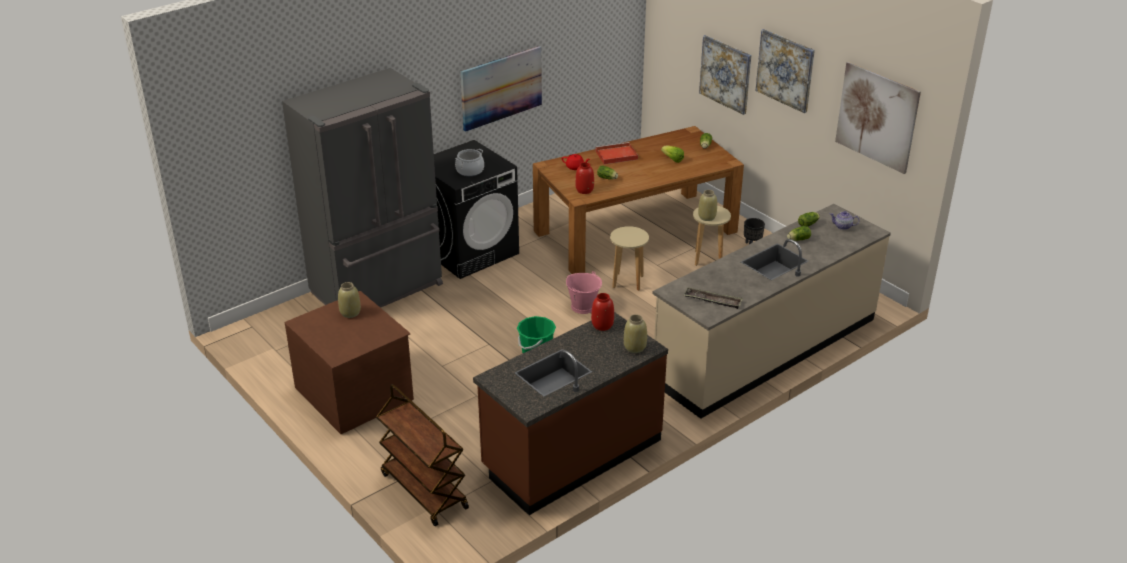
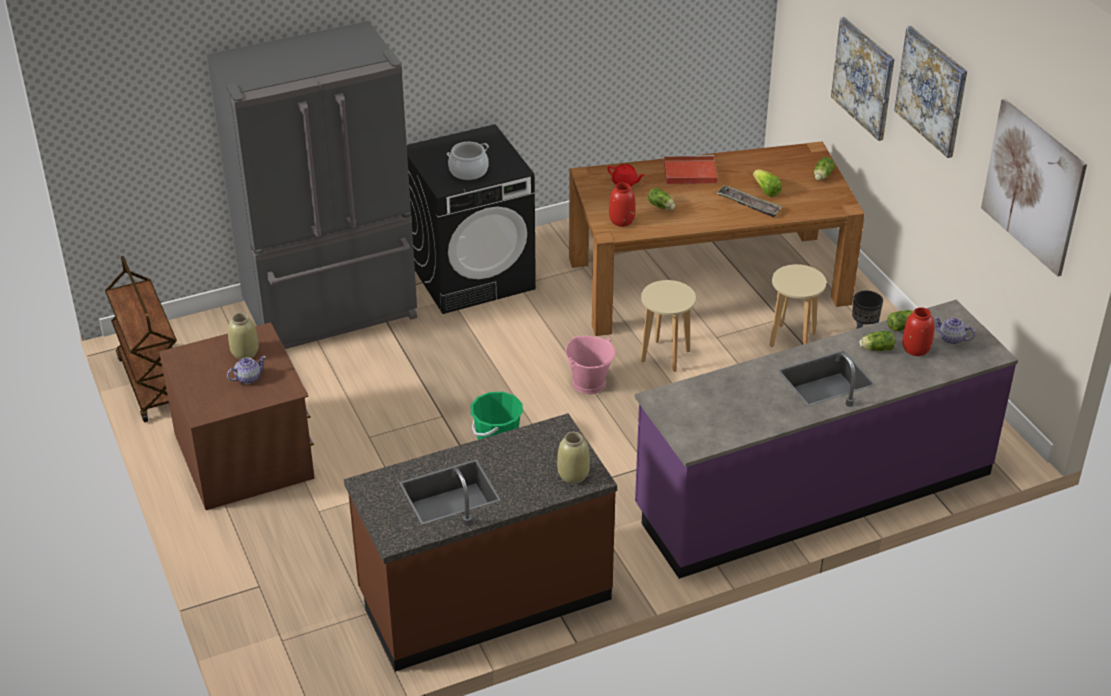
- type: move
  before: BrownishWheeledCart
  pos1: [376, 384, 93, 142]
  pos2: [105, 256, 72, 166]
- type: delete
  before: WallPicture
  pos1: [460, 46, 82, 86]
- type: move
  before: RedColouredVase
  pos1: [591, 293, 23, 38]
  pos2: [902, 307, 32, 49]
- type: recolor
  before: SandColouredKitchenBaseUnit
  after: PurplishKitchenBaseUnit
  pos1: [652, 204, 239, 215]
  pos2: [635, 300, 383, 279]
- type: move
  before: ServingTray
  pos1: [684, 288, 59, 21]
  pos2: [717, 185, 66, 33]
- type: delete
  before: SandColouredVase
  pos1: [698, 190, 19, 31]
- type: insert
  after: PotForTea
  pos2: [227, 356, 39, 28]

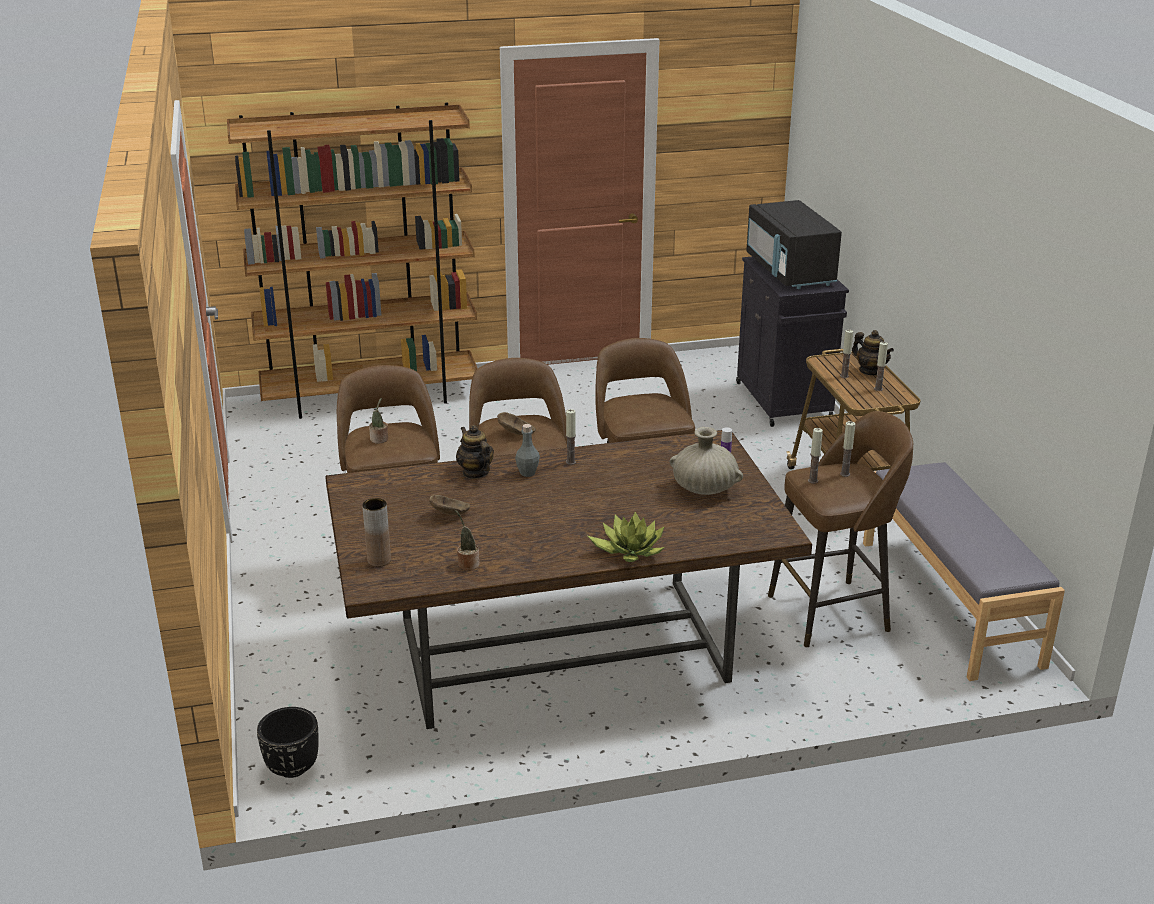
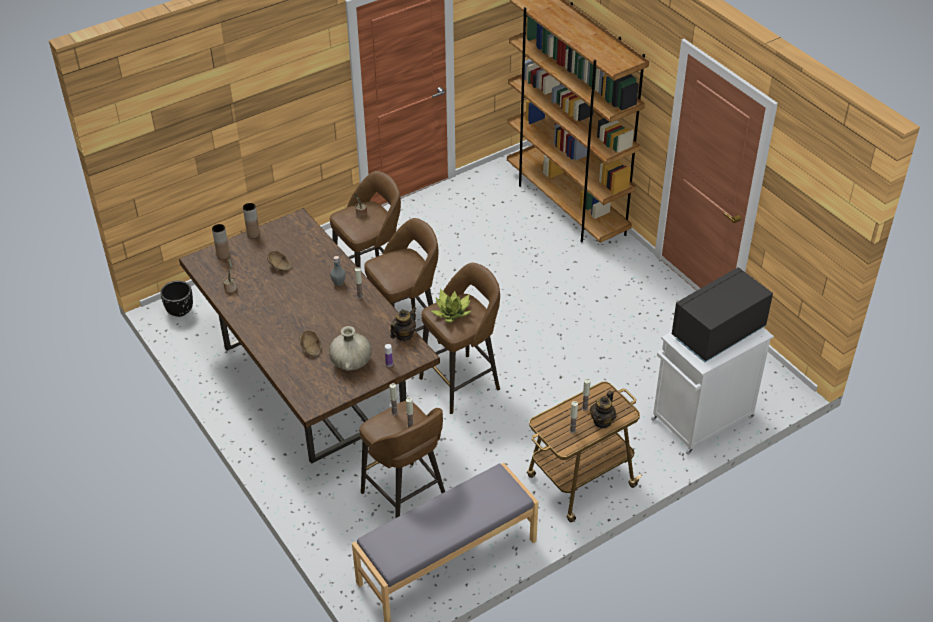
- type: move
  before: PotForTea
  pos1: [456, 425, 38, 54]
  pos2: [390, 307, 27, 34]
- type: move
  before: BrownishDeepDish
  pos1: [497, 412, 39, 23]
  pos2: [300, 330, 21, 26]
- type: move
  before: PlantInAPot
  pos1: [588, 512, 77, 50]
  pos2: [431, 289, 40, 34]
- type: recolor
  before: BlackStorageCabinet
  after: WhitishStorageCabinet
  pos1: [736, 257, 113, 170]
  pos2: [651, 327, 123, 128]
- type: insert
  after: BrownishVase
  pos2: [243, 203, 17, 35]

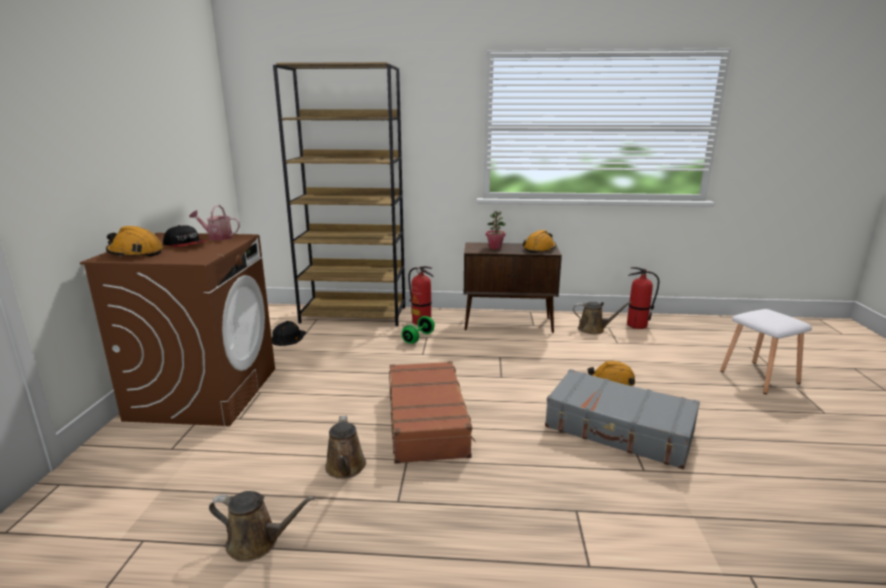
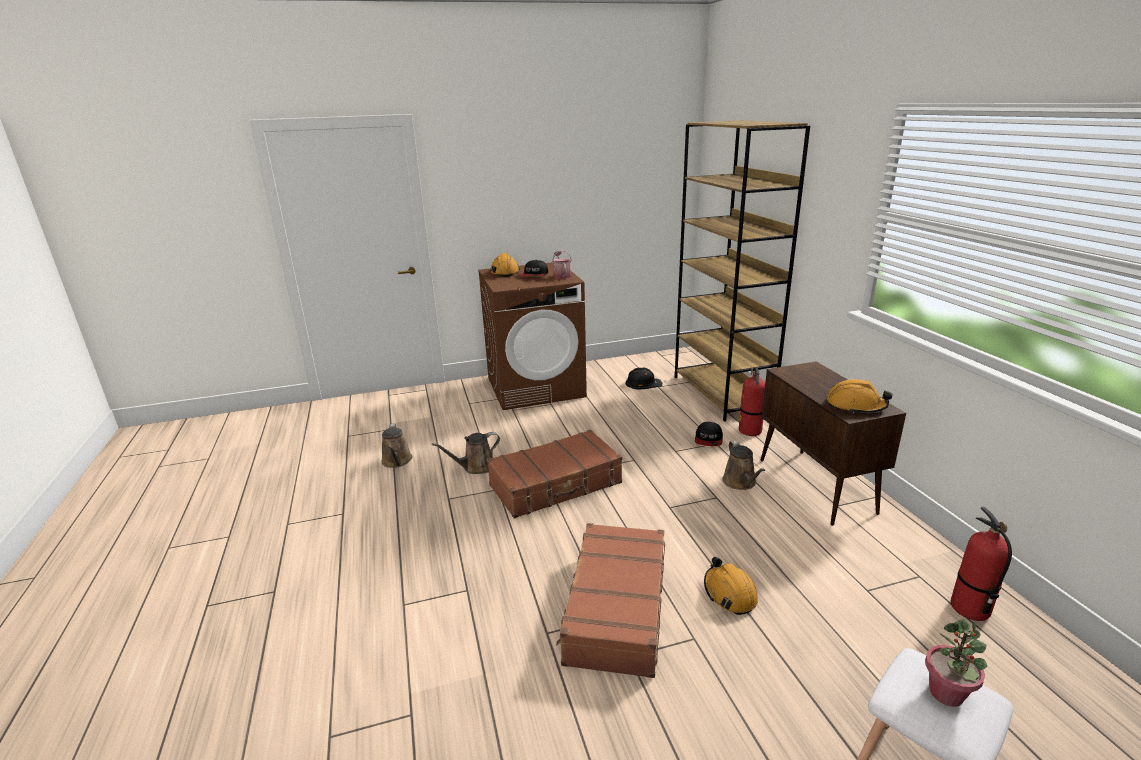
- type: replace
  before: GreenFreeWeight
  after: Cap
  pos1: [401, 316, 34, 28]
  pos2: [695, 422, 28, 24]
- type: move
  before: PlantInAPot
  pos1: [486, 211, 20, 38]
  pos2: [925, 619, 62, 88]
- type: recolor
  before: GreyTravelCase
  after: BrownishTravelCase
  pos1: [545, 369, 155, 101]
  pos2: [556, 523, 109, 155]
- type: move
  before: BrownishWateringCan
  pos1: [573, 301, 59, 33]
  pos2: [722, 441, 43, 49]

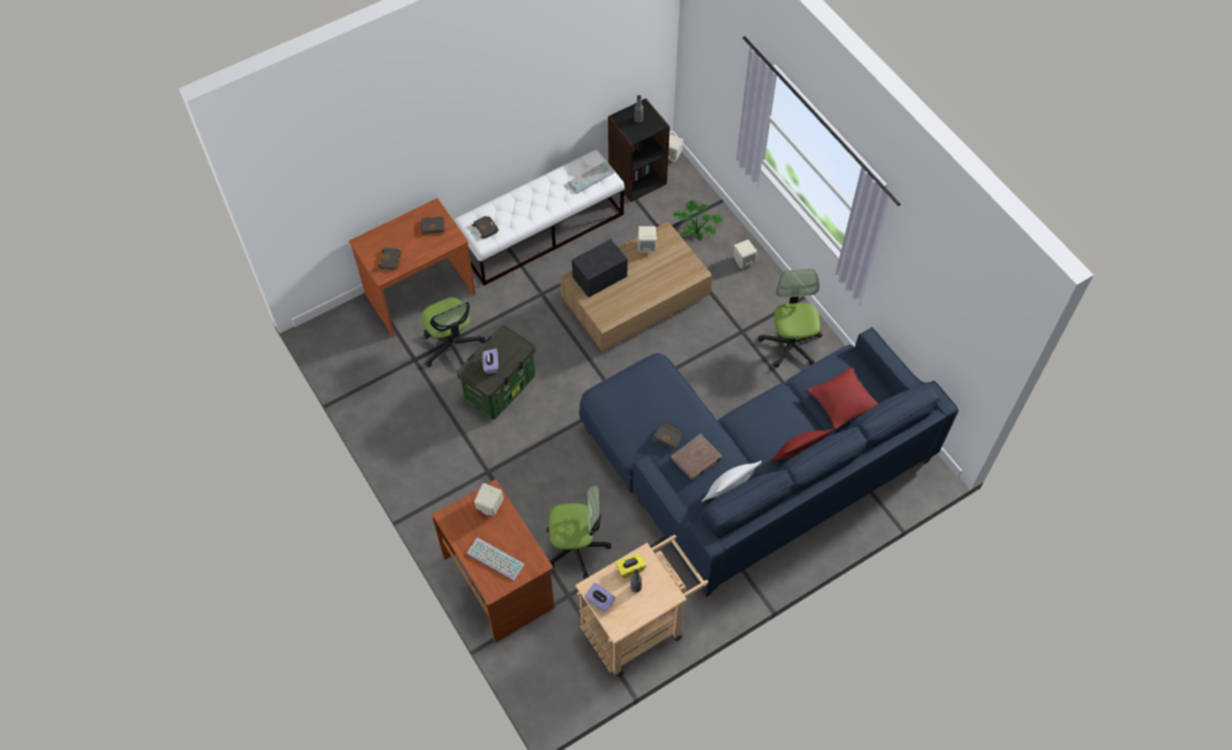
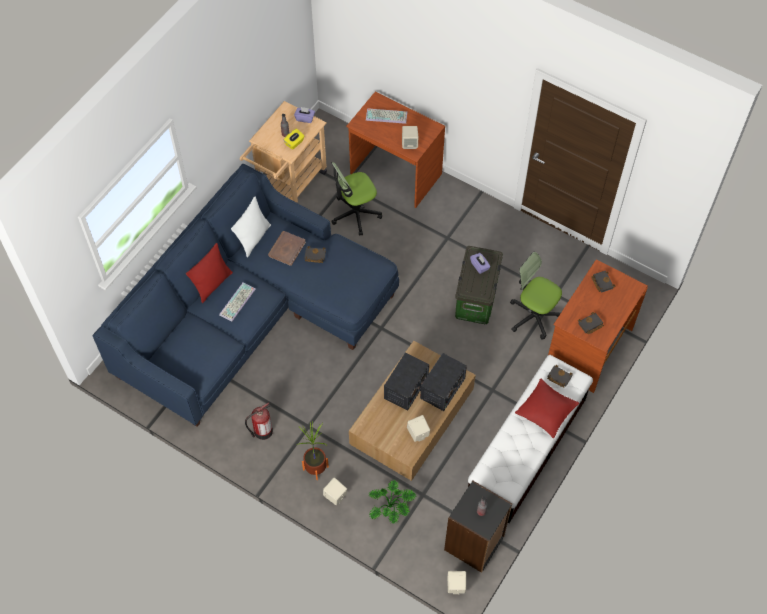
- type: move
  before: Keyboard
  pos1: [567, 162, 48, 32]
  pos2: [219, 282, 37, 40]
- type: replace
  before: ComputerChair
  after: FireFightingCylinder
  pos1: [758, 269, 64, 99]
  pos2: [245, 403, 28, 37]
- type: move
  before: RedColouredThrowPillow
  pos1: [806, 367, 73, 63]
  pos2: [515, 379, 64, 59]
- type: insert
  after: PlantInAPot
  pos2: [297, 422, 32, 58]
- type: insert
  after: RadioSet
  pos2: [384, 352, 45, 59]

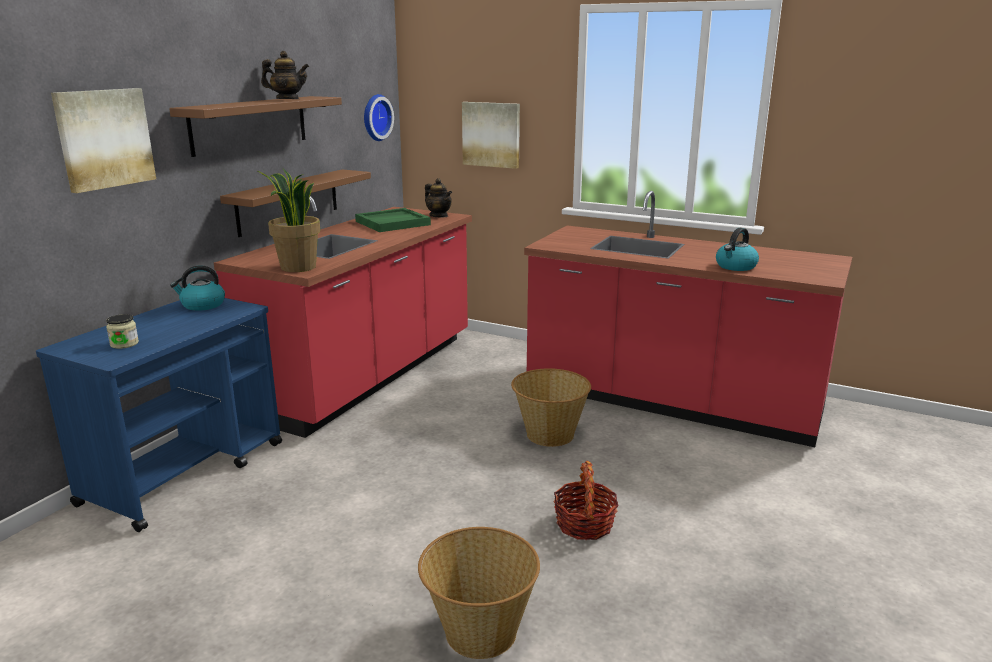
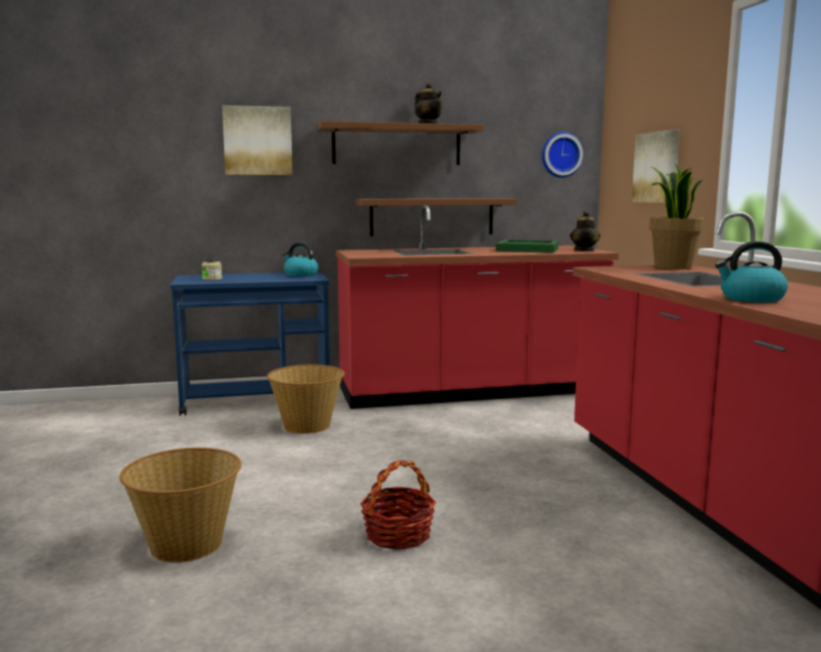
- type: move
  before: PlantInAPot
  pos1: [258, 168, 62, 104]
  pos2: [649, 164, 55, 105]
- type: move
  before: HouseholdBasket
  pos1: [511, 368, 80, 79]
  pos2: [267, 365, 78, 69]

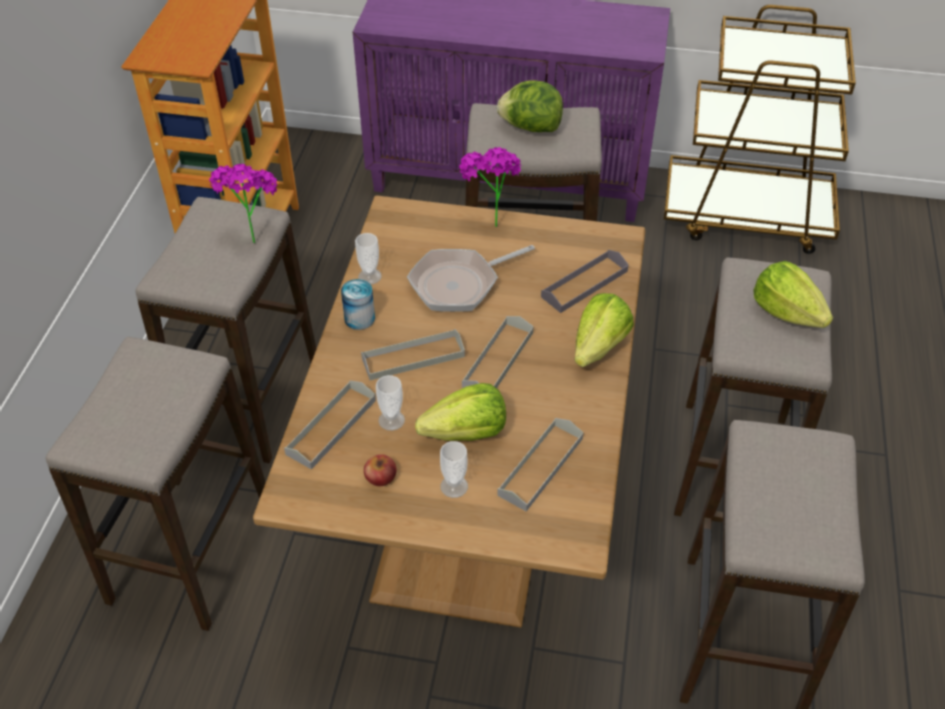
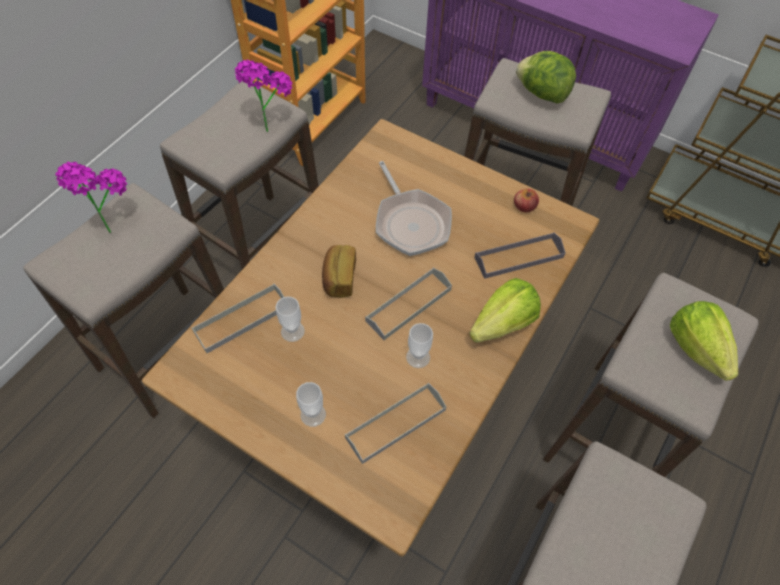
- type: delete
  before: MetalCan
  pos1: [341, 279, 34, 51]
- type: move
  before: Cup
  pos1: [355, 233, 27, 52]
  pos2: [406, 323, 27, 45]
- type: replace
  before: GreyServingTray
  after: Bread
  pos1: [361, 329, 104, 51]
  pos2: [322, 245, 34, 53]
- type: move
  before: Apple
  pos1: [364, 454, 32, 32]
  pos2: [514, 188, 25, 24]
- type: rotate
  before: Pan
  pos1: [407, 245, 128, 67]
  pos2: [376, 161, 76, 95]
  turn: -105
- type: delete
  before: LettuceHead
  pos1: [415, 383, 91, 58]
- type: move
  before: PlantInAPot
  pos1: [459, 147, 62, 80]
  pos2: [56, 161, 71, 72]

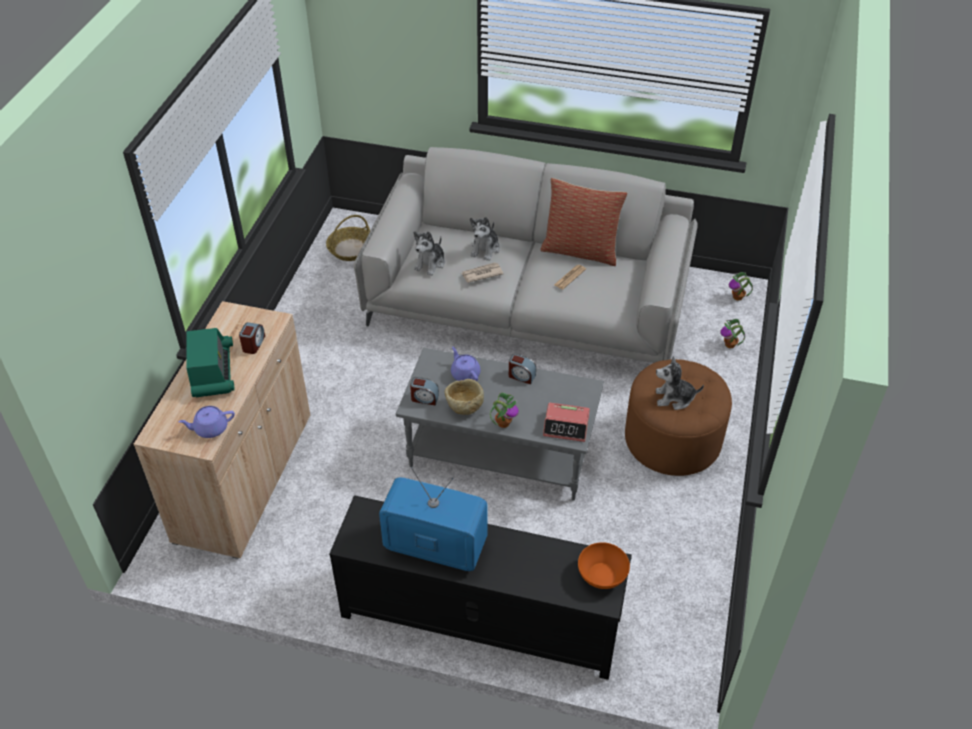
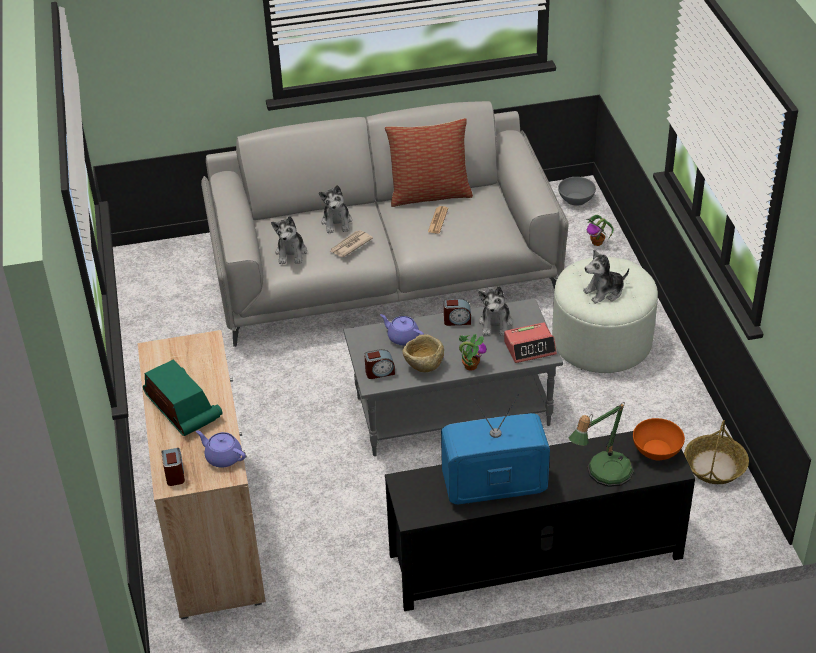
- type: rotate
  before: PurplishPotForTea
  pos1: [178, 406, 57, 32]
  pos2: [196, 430, 50, 38]
  turn: 75
- type: move
  before: AlarmClock
  pos1: [239, 322, 26, 32]
  pos2: [161, 448, 24, 38]
- type: move
  before: HouseholdBasket
  pos1: [326, 215, 44, 46]
  pos2: [684, 420, 65, 64]
- type: recolor
  before: BrownishOttoman
  after: WhitishOttoman
  pos1: [625, 359, 107, 117]
  pos2: [552, 257, 106, 116]
- type: replace
  before: PlantInAPot
  after: GreyDeepDish
  pos1: [729, 272, 24, 28]
  pos2: [558, 177, 38, 29]
- type: insert
  after: PlushToy
  pos2: [478, 286, 35, 50]
- type: insert
  after: TableLamp
  pos2: [569, 402, 65, 85]

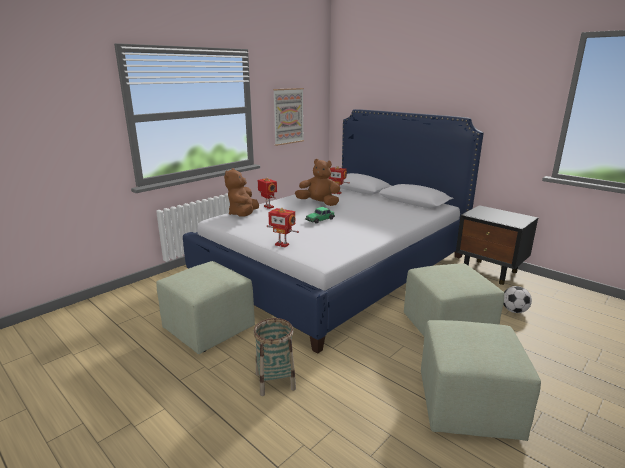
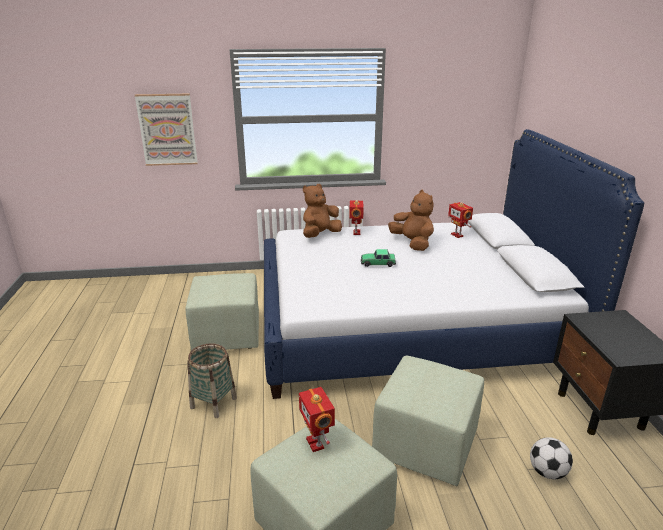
- type: move
  before: RobotFigure
  pos1: [266, 208, 33, 39]
  pos2: [299, 387, 36, 65]
- type: move
  before: WallPicture
  pos1: [273, 88, 31, 58]
  pos2: [135, 93, 63, 73]

